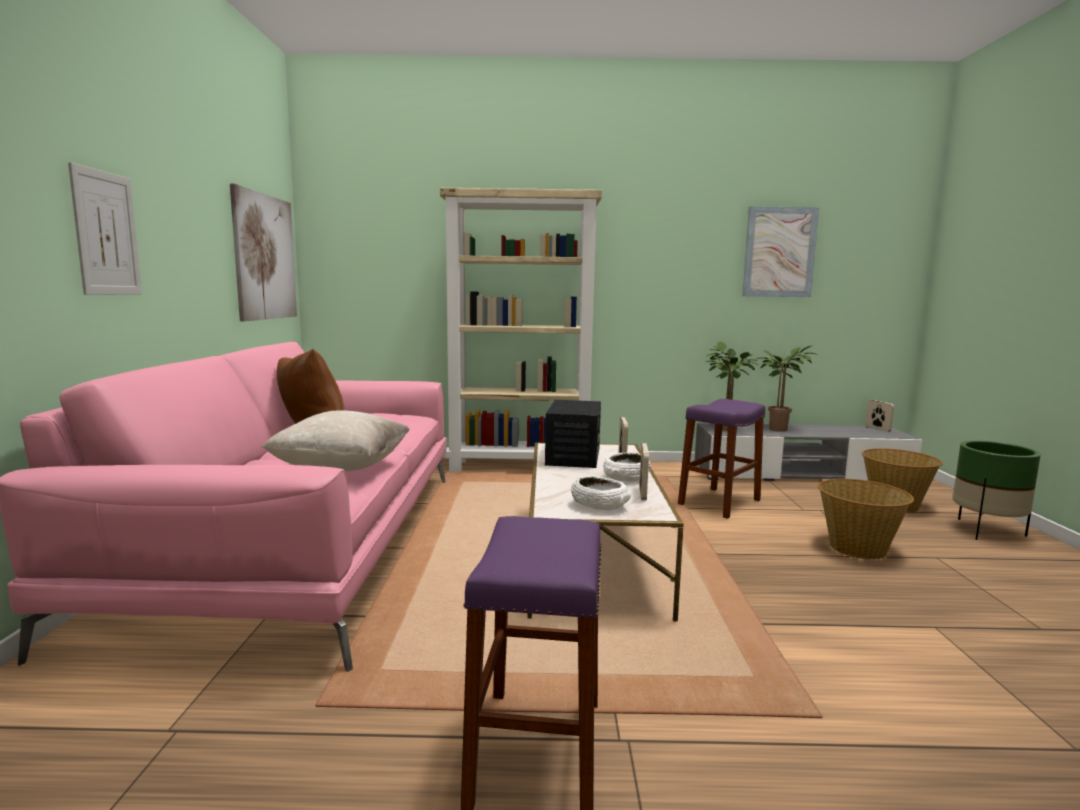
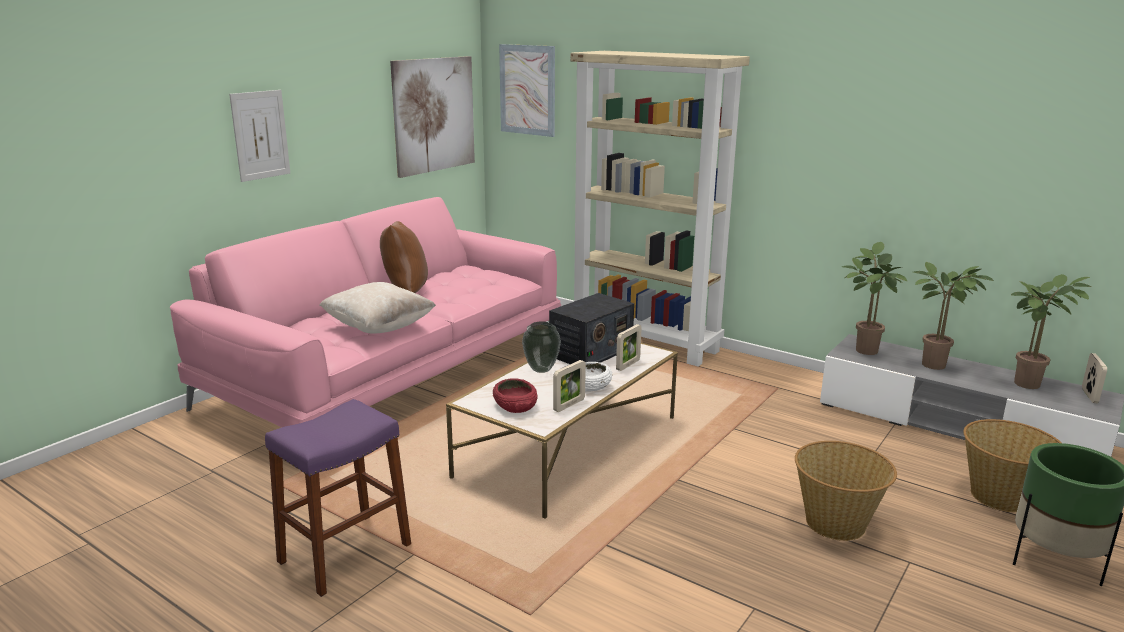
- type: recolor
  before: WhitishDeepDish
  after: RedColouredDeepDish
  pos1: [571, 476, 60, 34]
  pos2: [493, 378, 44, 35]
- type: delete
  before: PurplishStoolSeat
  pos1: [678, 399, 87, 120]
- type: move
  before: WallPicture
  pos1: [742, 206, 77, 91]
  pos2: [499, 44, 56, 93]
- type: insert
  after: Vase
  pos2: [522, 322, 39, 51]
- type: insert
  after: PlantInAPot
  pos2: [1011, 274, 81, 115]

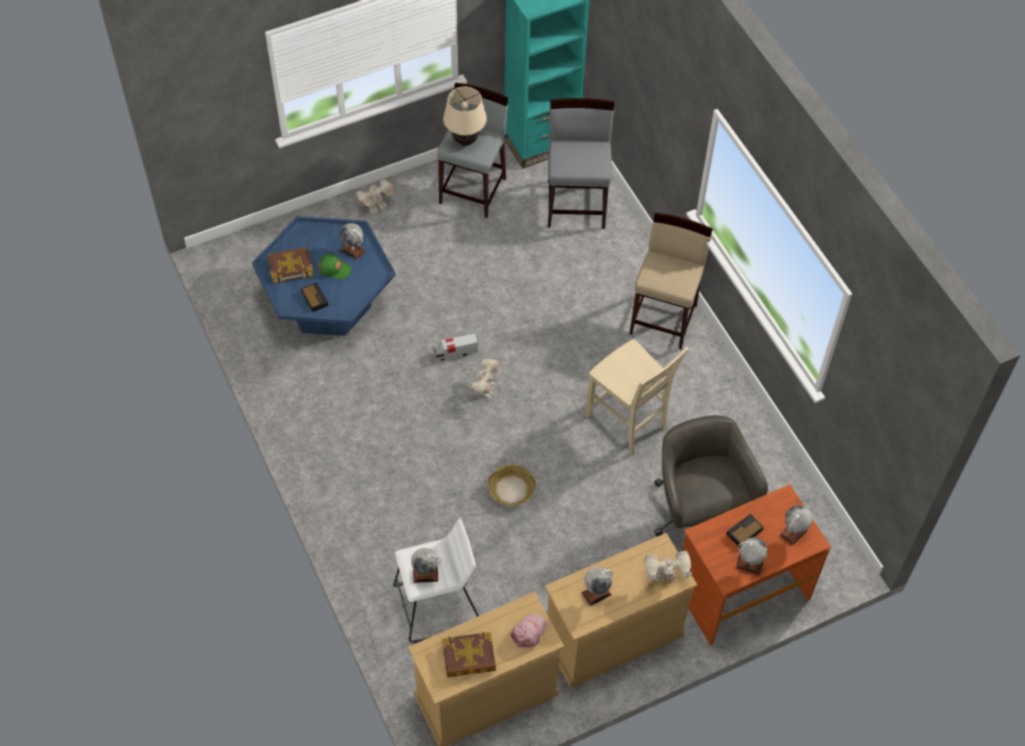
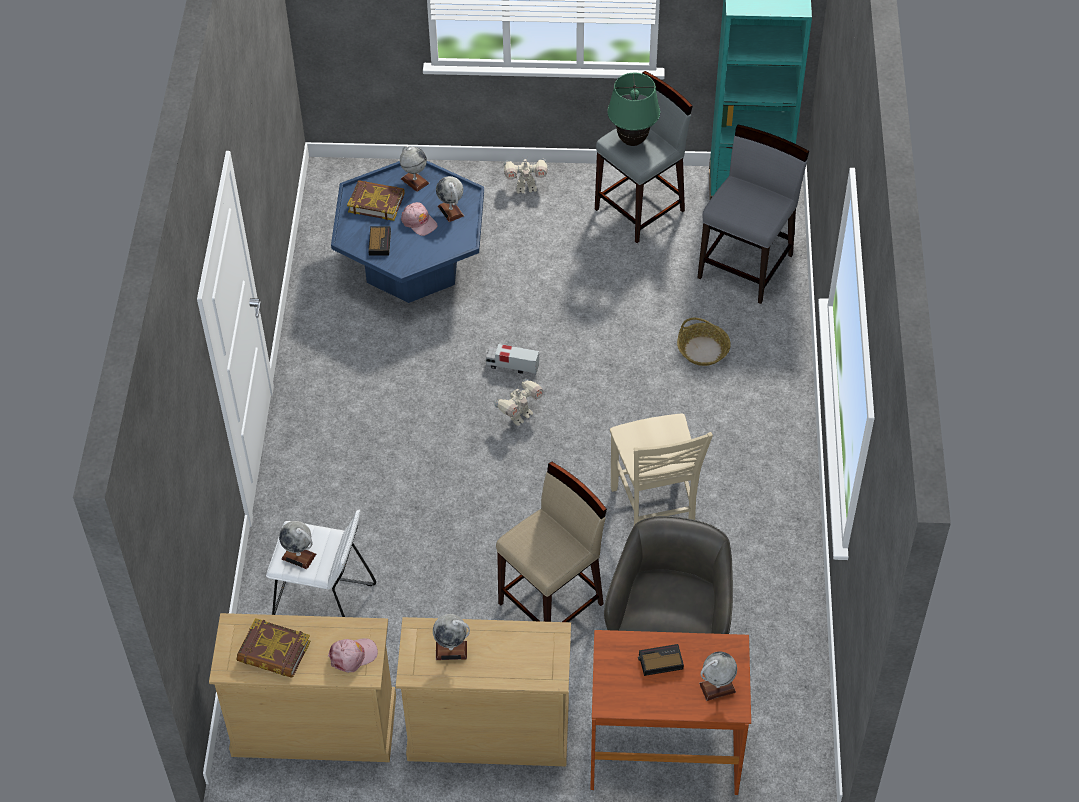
- type: recolor
  before: GreenCap
  after: PinkishCap
  pos1: [318, 254, 33, 26]
  pos2: [401, 202, 37, 34]
- type: recolor
  before: SandColouredTableLamp
  after: GreenTableLamp
  pos1: [443, 87, 44, 59]
  pos2: [607, 73, 53, 73]
- type: move
  before: HouseholdBasket
  pos1: [488, 464, 48, 42]
  pos2: [677, 318, 54, 48]
- type: move
  before: SandColouredStoolSeat
  pos1: [629, 213, 84, 136]
  pos2: [496, 462, 111, 160]
- type: delete
  before: RobotFigure
  pos1: [644, 551, 48, 31]
- type: move
  before: DeskGlobe
  pos1: [736, 537, 32, 38]
  pos2: [400, 146, 29, 46]

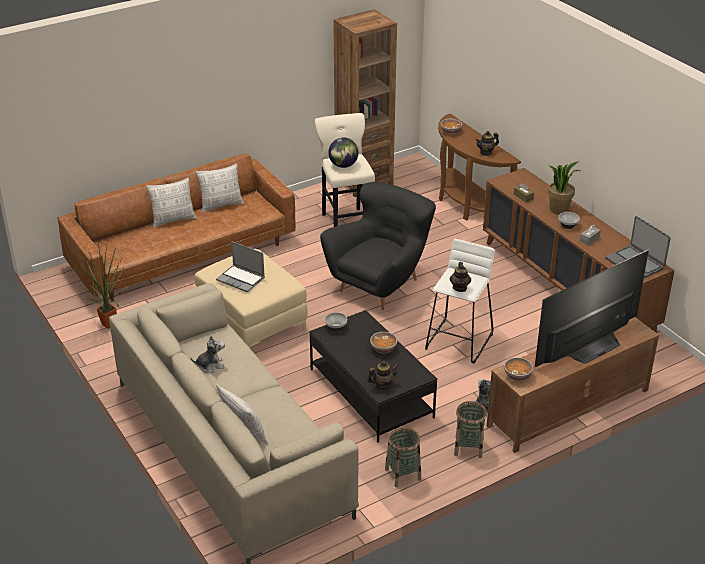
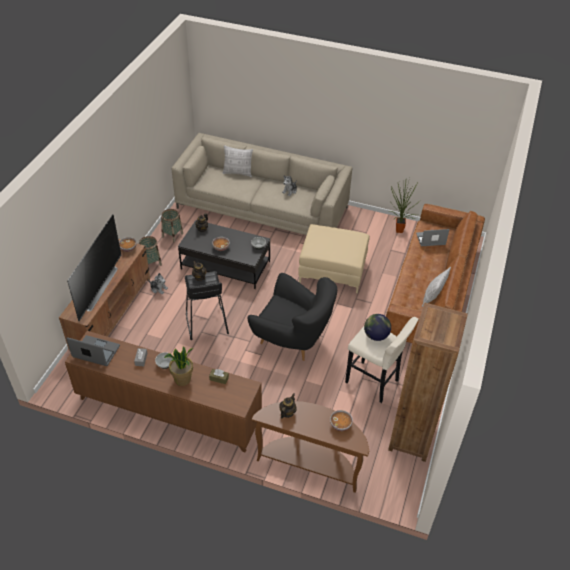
- type: delete
  before: ThrowPillow
  pos1: [146, 178, 51, 50]
- type: move
  before: Laptop
  pos1: [216, 241, 49, 51]
  pos2: [416, 229, 34, 17]
- type: rotate
  before: BlackLoungeChair
  pos1: [320, 182, 116, 128]
  pos2: [248, 273, 89, 88]
  turn: -60
- type: recolor
  before: WhitishStoolSeat
  after: BlackStoolSeat
  pos1: [425, 239, 70, 124]
  pos2: [185, 271, 44, 69]

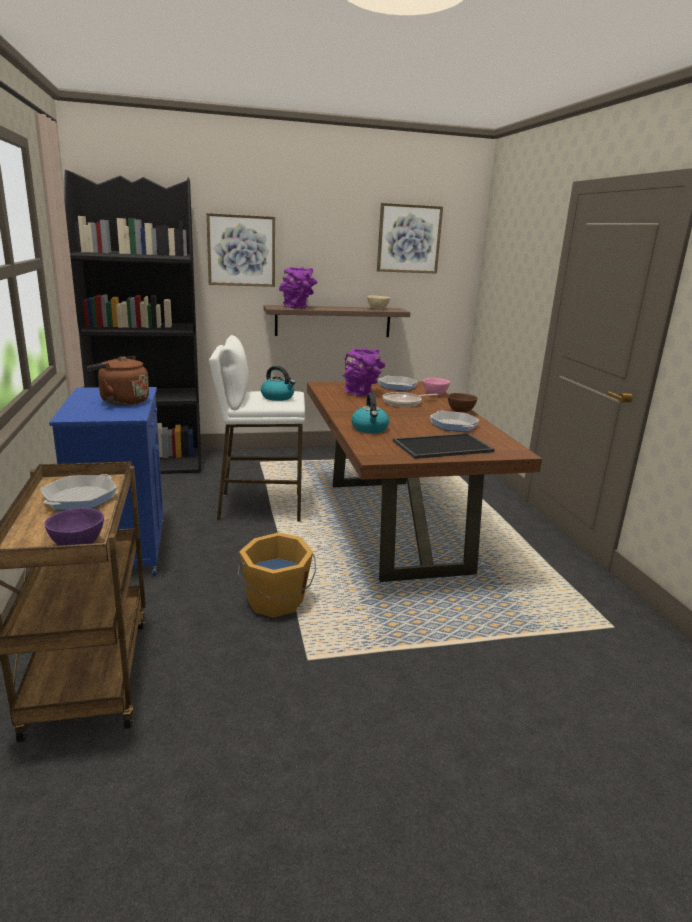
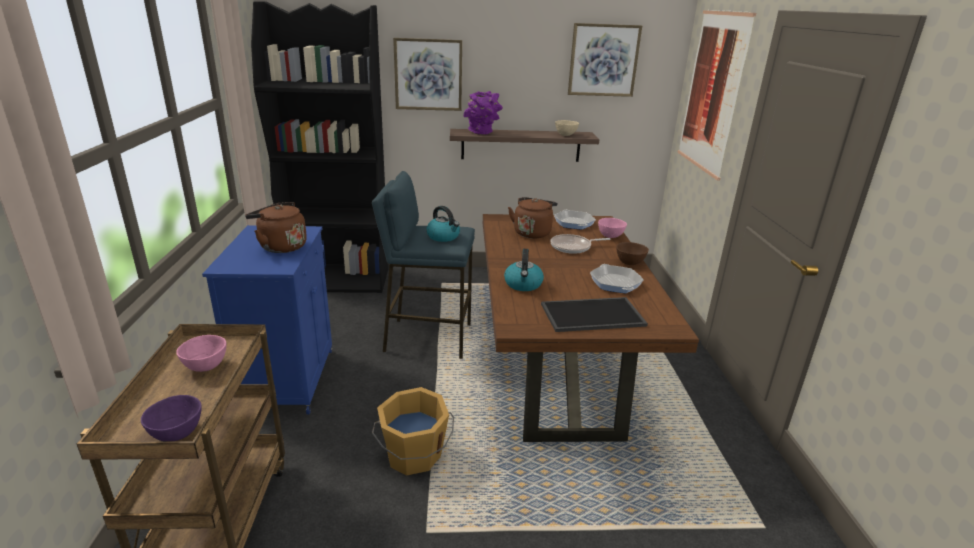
- type: replace
  before: Pan
  after: PinkishDeepDish
  pos1: [40, 474, 77, 36]
  pos2: [176, 335, 50, 37]
- type: recolor
  before: WhitishStoolSeat
  after: BluishStoolSeat
  pos1: [209, 335, 96, 187]
  pos2: [372, 171, 103, 188]
- type: replace
  before: PurplishVase
  after: BrownishWaterKettle
  pos1: [342, 347, 43, 49]
  pos2: [508, 197, 50, 41]
- type: insert
  after: WallPicture
  pos2: [677, 10, 79, 171]

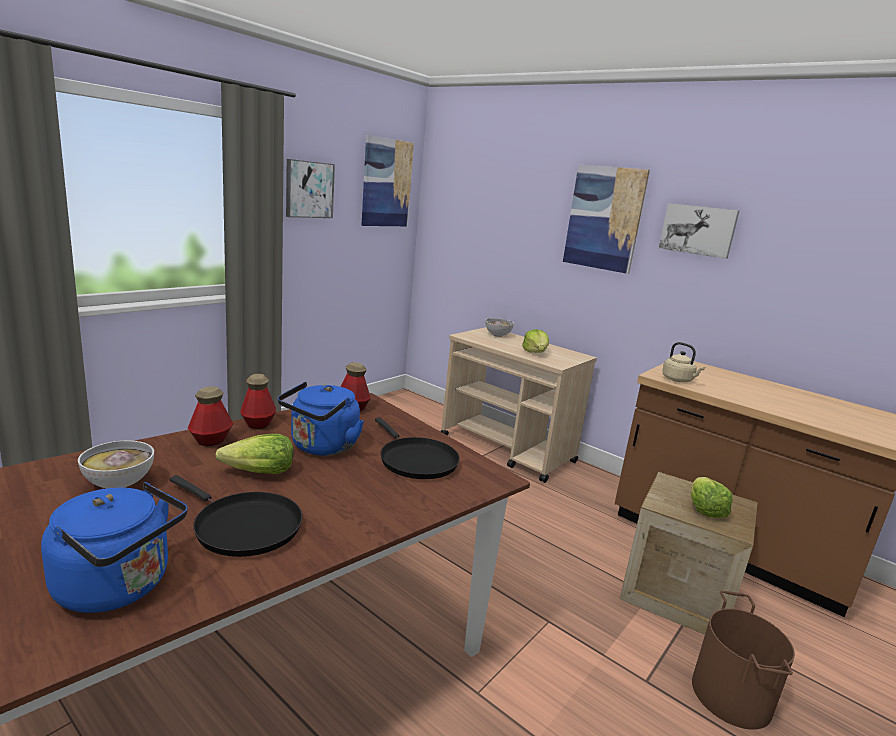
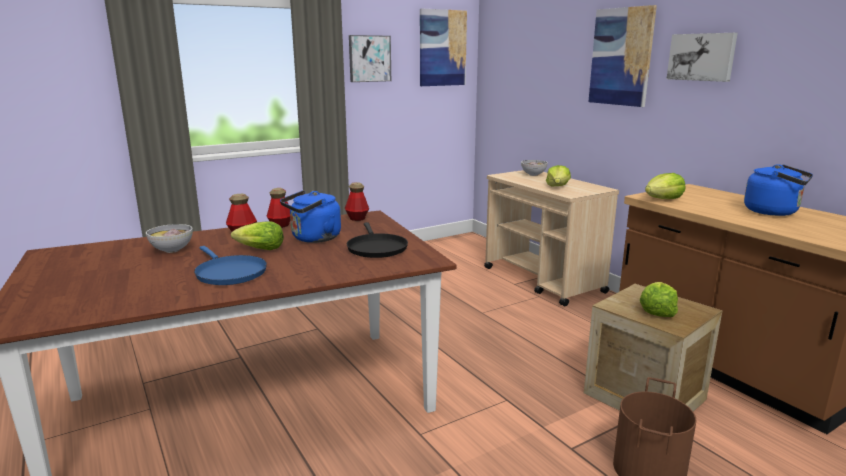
- type: move
  before: BluishWaterKettle
  pos1: [41, 482, 147, 131]
  pos2: [744, 164, 69, 52]
- type: recolor
  before: BlackPan
  after: BluishPan
  pos1: [170, 475, 132, 82]
  pos2: [194, 246, 73, 39]
- type: replace
  before: SandColouredWaterKettle
  after: LettuceHead
  pos1: [662, 342, 43, 40]
  pos2: [645, 173, 40, 26]

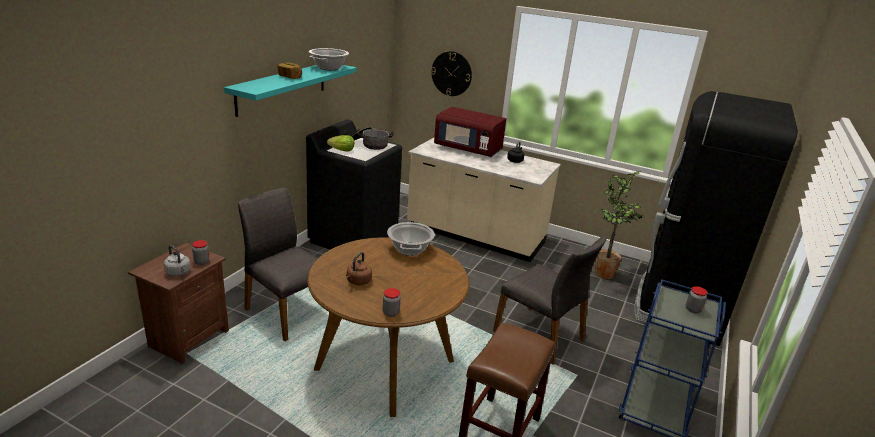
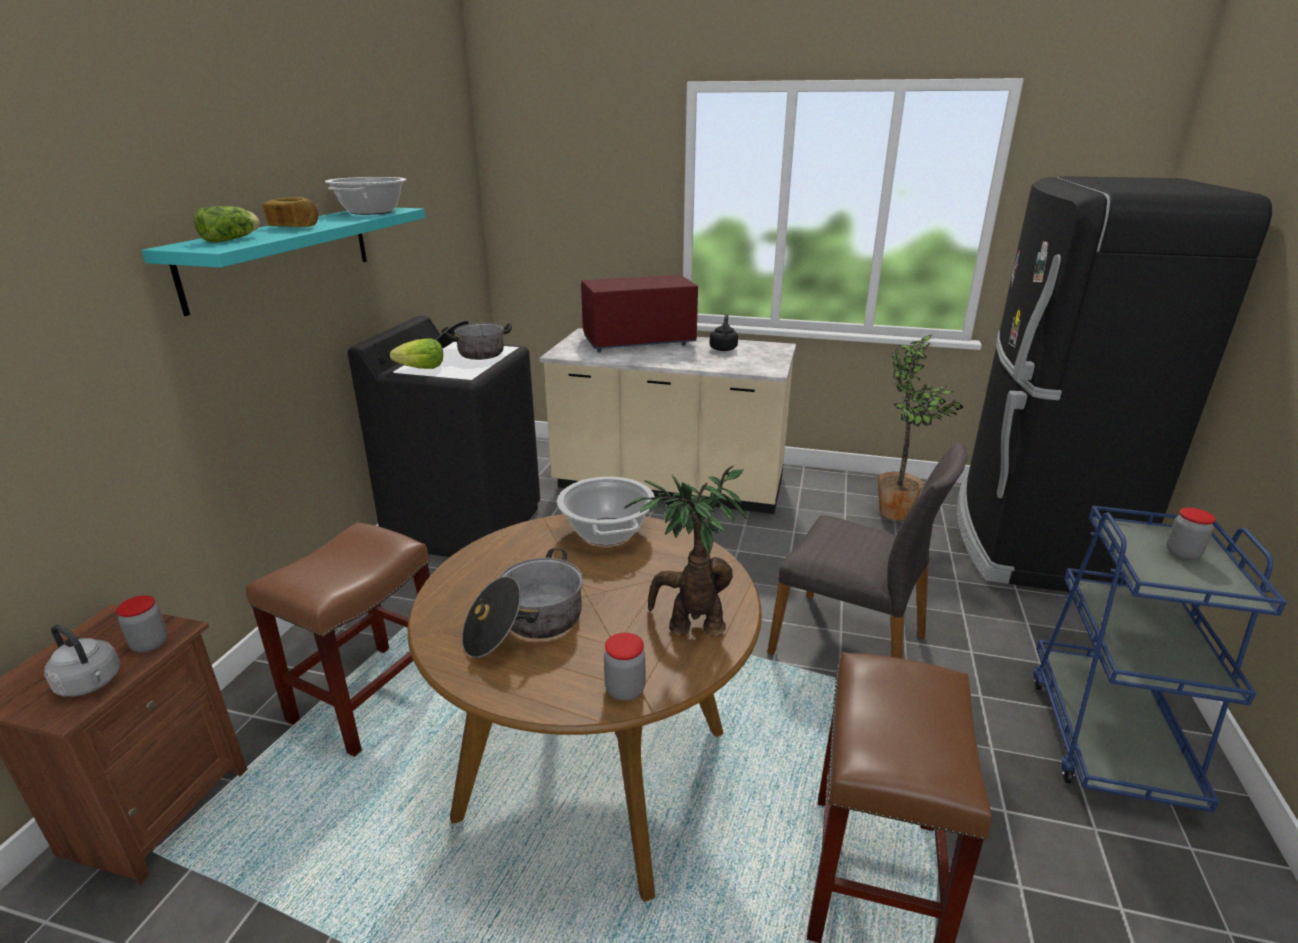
- type: replace
  before: GreyUprightChair
  after: BrownishStoolSeat
  pos1: [238, 188, 80, 153]
  pos2: [246, 522, 184, 235]
- type: replace
  before: BrownishWaterKettle
  after: CookingPot
  pos1: [346, 252, 26, 33]
  pos2: [462, 548, 121, 110]
- type: delete
  before: HangingClock
  pos1: [431, 51, 41, 45]
- type: rotate
  before: RedColouredMicrowaveOven
  pos1: [434, 107, 72, 50]
  pos2: [581, 275, 117, 77]
  turn: 150
- type: insert
  after: LettuceHead
  pos2: [194, 206, 66, 37]
- type: insert
  after: PlantInAPot
  pos2: [624, 466, 123, 170]

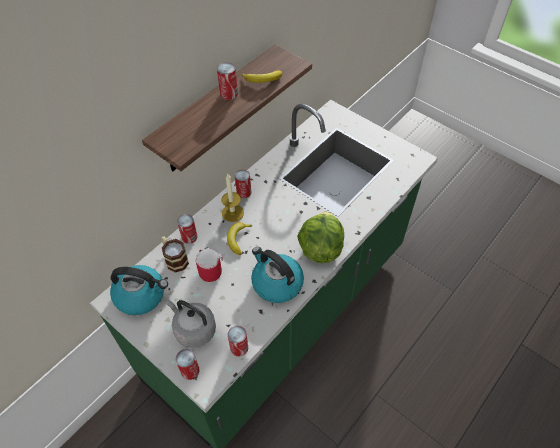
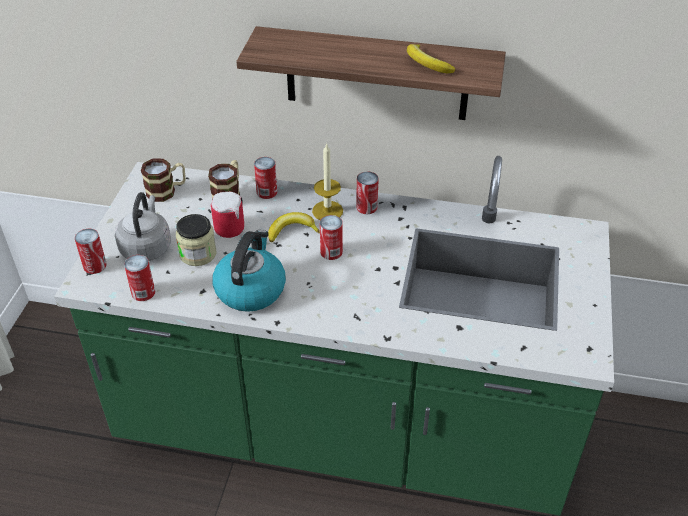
- type: replace
  before: WaterKettle
  after: TeaMug
  pos1: [110, 265, 58, 50]
  pos2: [141, 159, 45, 43]
- type: move
  before: MetalCan
  pos1: [217, 62, 21, 38]
  pos2: [320, 215, 23, 45]
- type: delete
  before: LettuceHead
  pos1: [297, 212, 47, 51]
- type: insert
  after: StorageJar
  pos2: [176, 214, 40, 52]

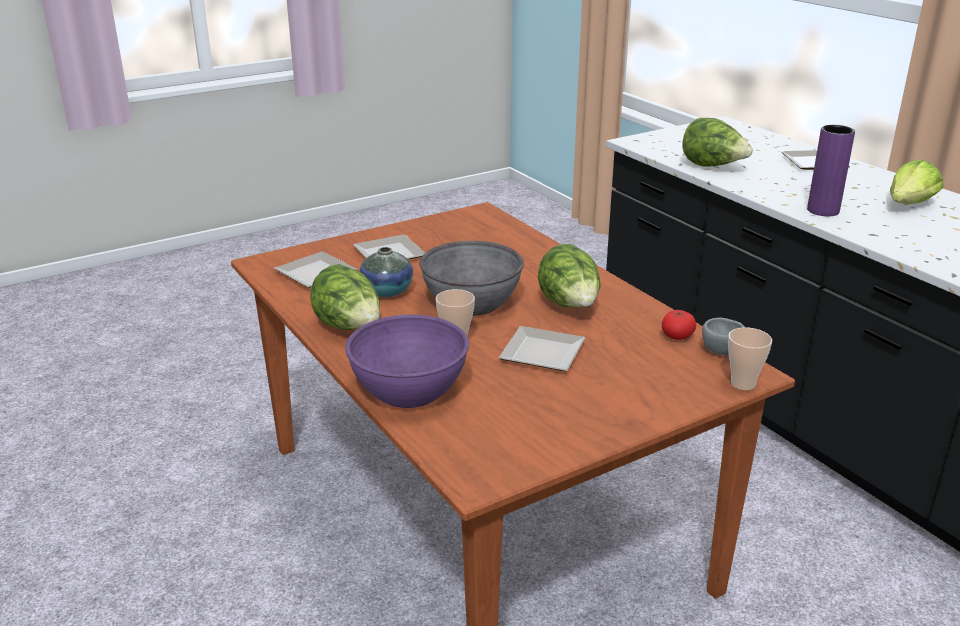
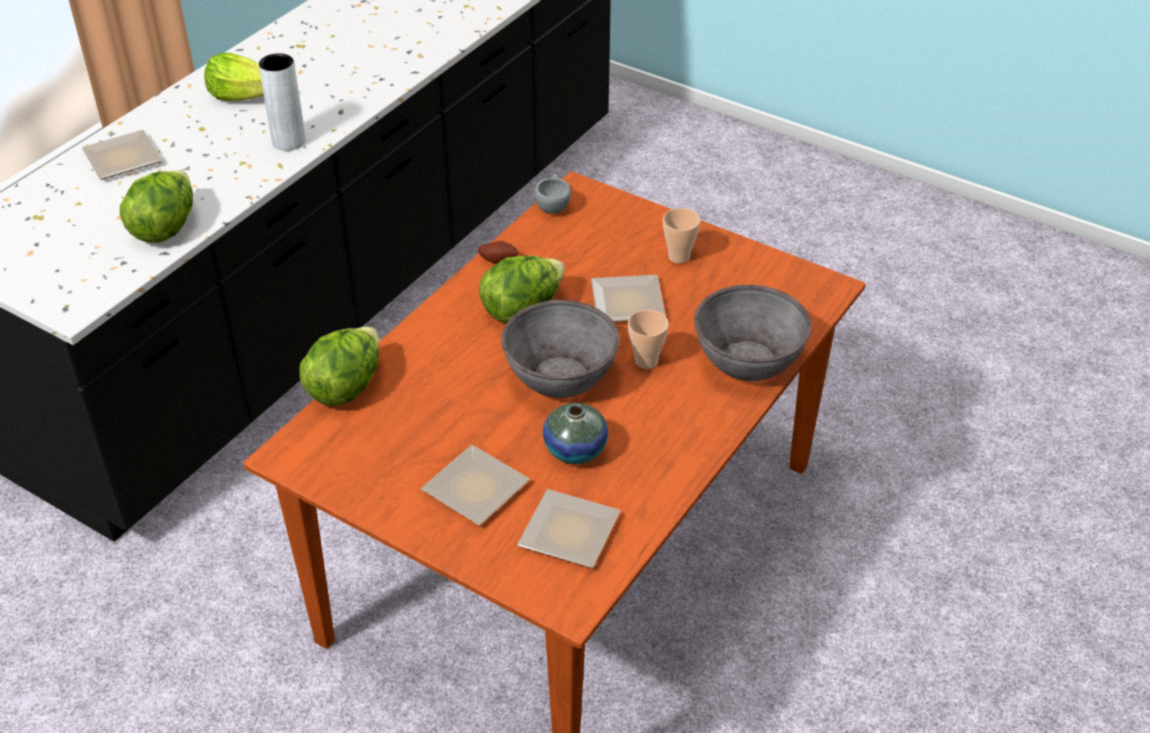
- type: move
  before: LettuceHead
  pos1: [310, 264, 70, 66]
  pos2: [299, 327, 80, 79]
- type: recolor
  before: PurplishDeepDish
  after: GreyDeepDish
  pos1: [345, 315, 124, 93]
  pos2: [694, 285, 118, 96]
- type: delete
  before: Tomato
  pos1: [662, 310, 34, 30]
- type: move
  before: Cup
  pos1: [728, 327, 44, 63]
  pos2: [663, 208, 37, 55]
- type: recolor
  before: PurplishVase
  after: GreyVase
  pos1: [807, 125, 48, 91]
  pos2: [259, 53, 47, 98]
- type: insert
  after: WholePotato
  pos2: [478, 241, 40, 22]

